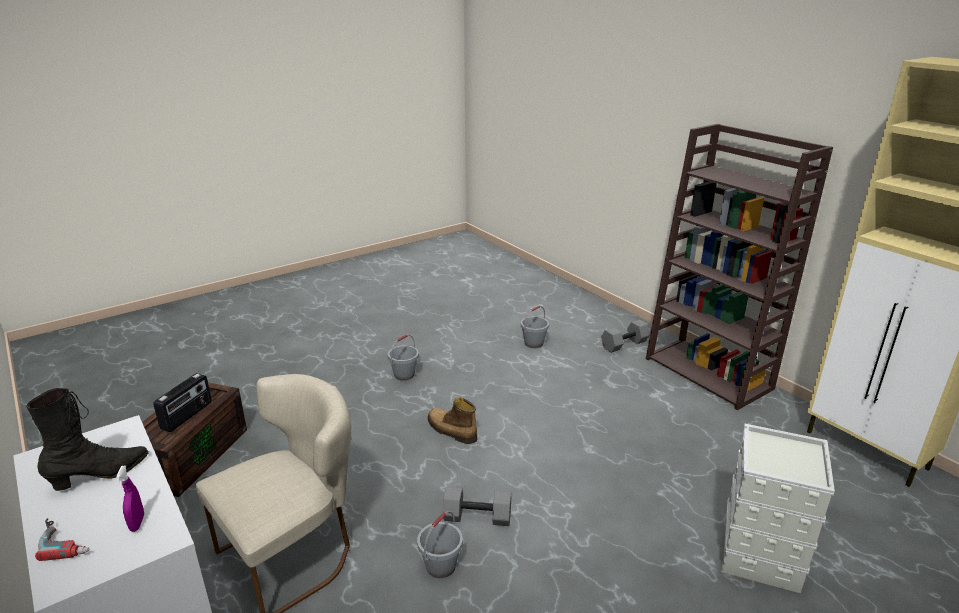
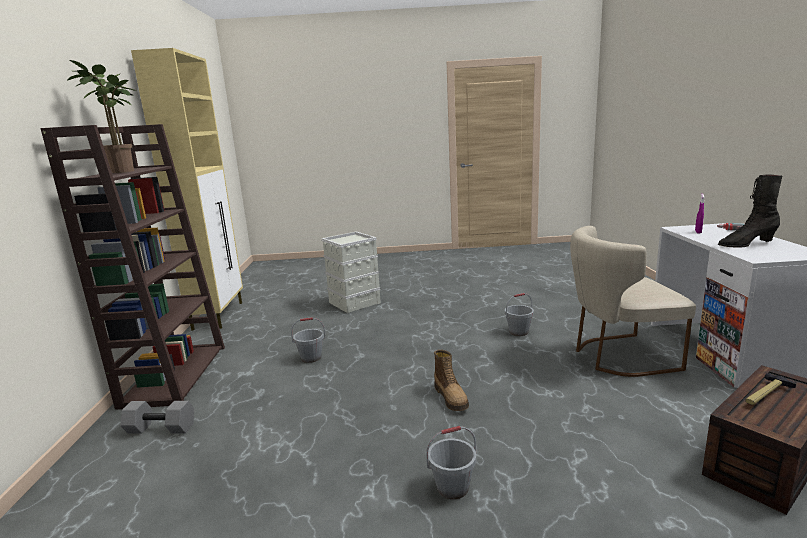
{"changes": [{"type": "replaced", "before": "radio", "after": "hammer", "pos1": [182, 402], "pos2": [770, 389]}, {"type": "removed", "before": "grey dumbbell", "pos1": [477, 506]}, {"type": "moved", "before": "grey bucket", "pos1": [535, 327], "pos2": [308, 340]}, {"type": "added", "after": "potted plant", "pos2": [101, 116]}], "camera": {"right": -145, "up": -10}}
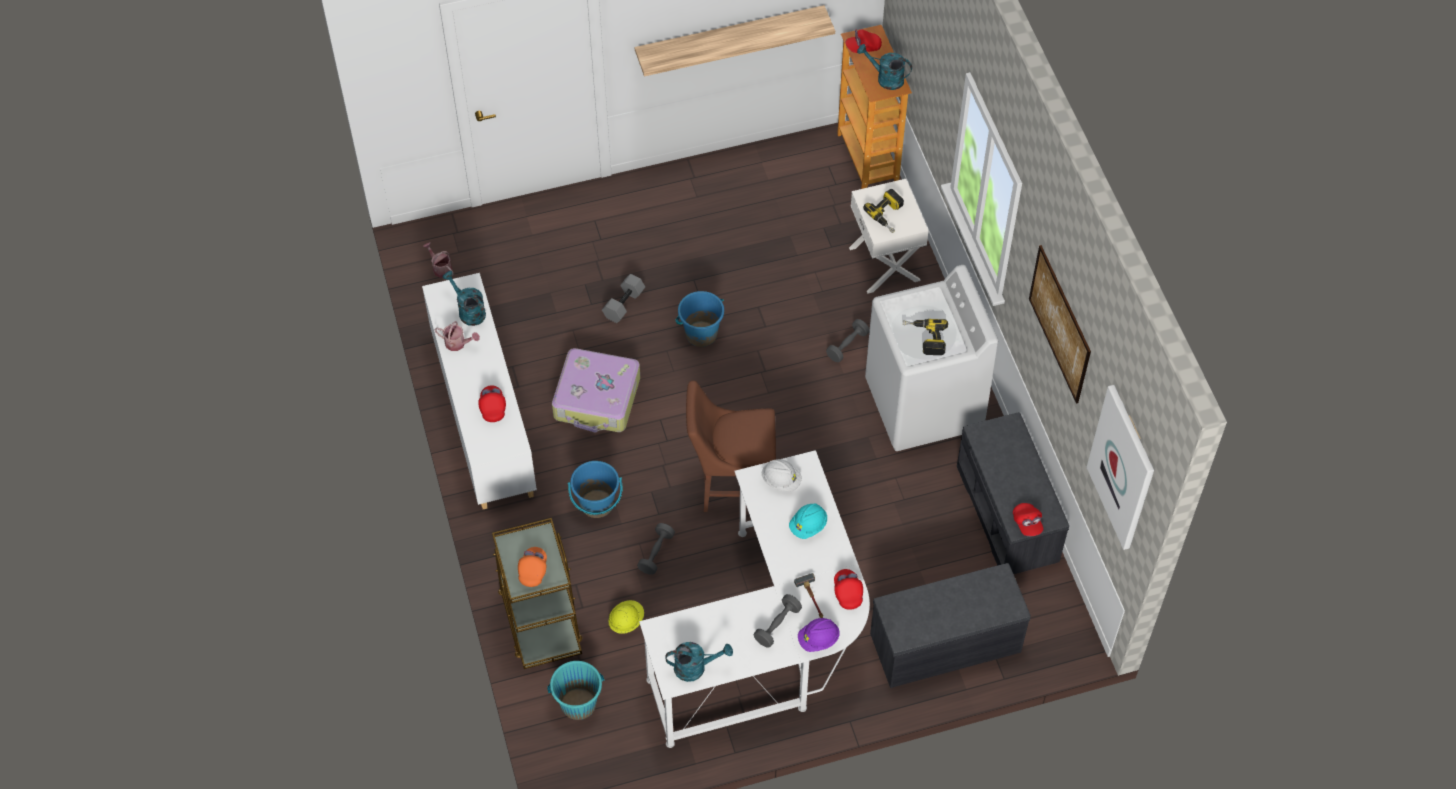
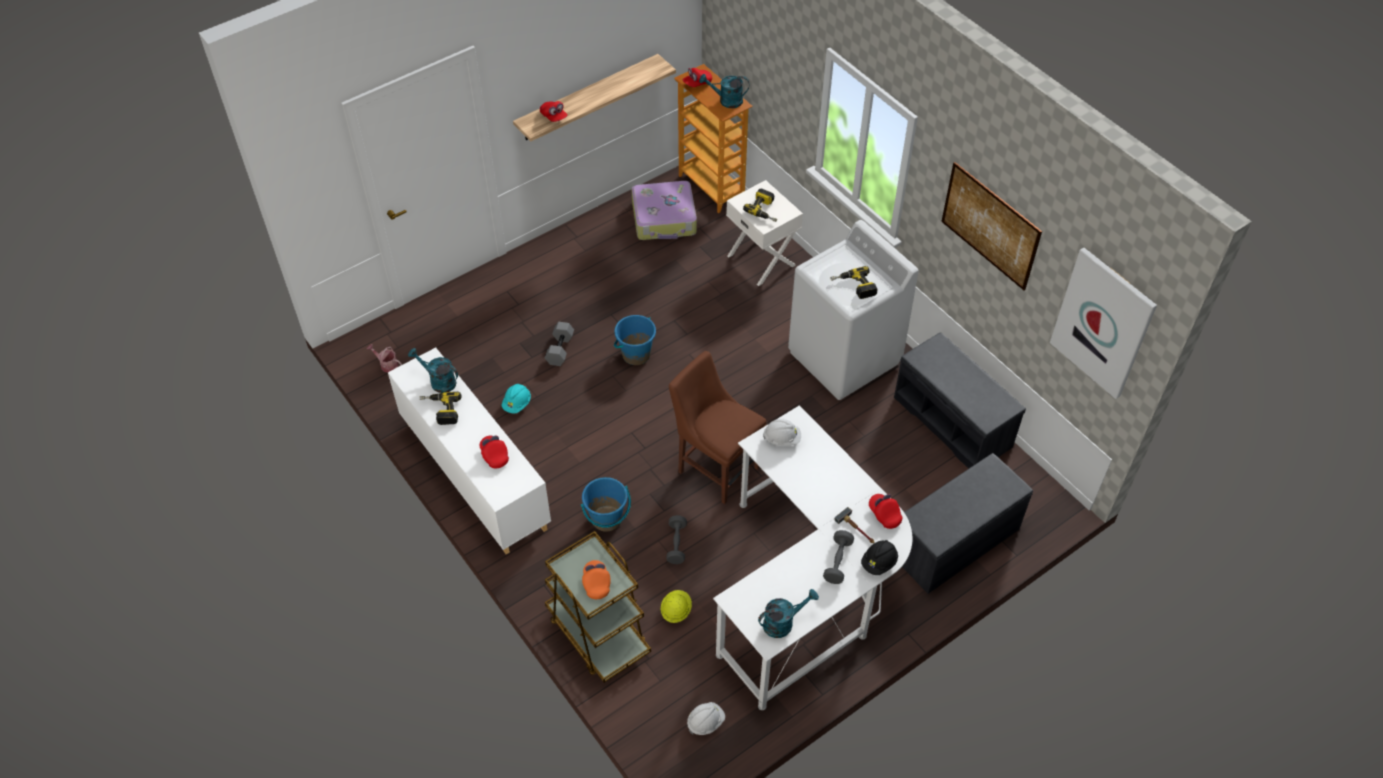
{"changes": [{"type": "replaced", "before": "watering can", "after": "power drill", "pos1": [457, 336], "pos2": [441, 408]}, {"type": "removed", "before": "turquoise bucket", "pos1": [576, 690]}, {"type": "moved", "before": "suitcase", "pos1": [596, 390], "pos2": [664, 210]}, {"type": "turned", "before": "brown chair", "pos1": [731, 446], "pos2": [718, 427], "turn": 60}, {"type": "moved", "before": "turquoise hard hat", "pos1": [808, 521], "pos2": [516, 399]}, {"type": "recoloured", "before": "purple hard hat", "after": "black hard hat", "pos1": [819, 635], "pos2": [879, 557]}, {"type": "removed", "before": "grey dumbbell", "pos1": [847, 340]}, {"type": "moved", "before": "red cap", "pos1": [1028, 519], "pos2": [554, 111]}, {"type": "added", "after": "white hard hat", "pos2": [706, 718]}], "camera": {"right": -20, "up": -5}}
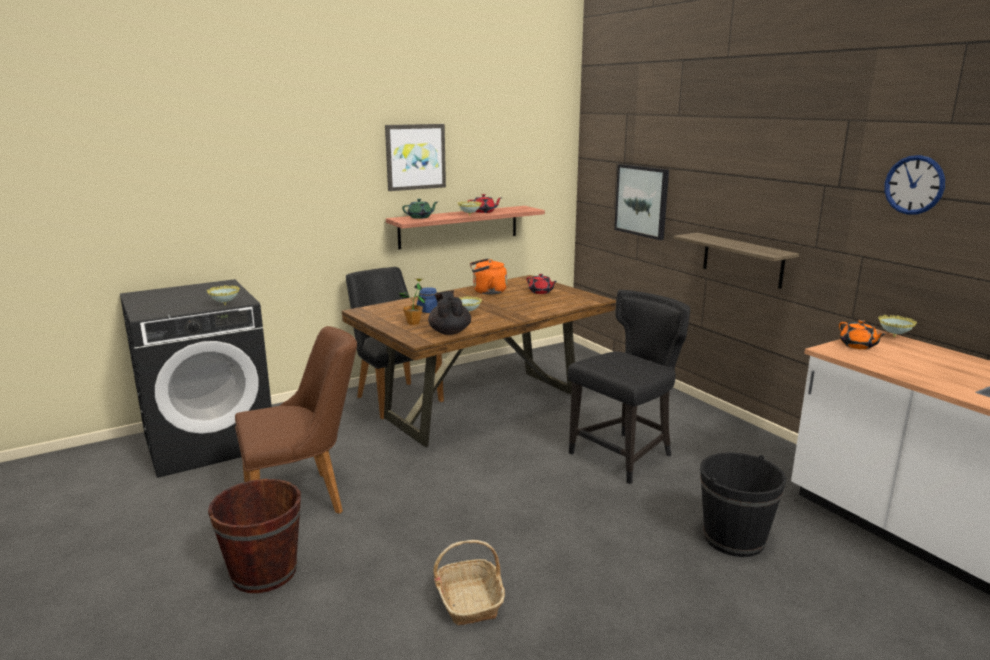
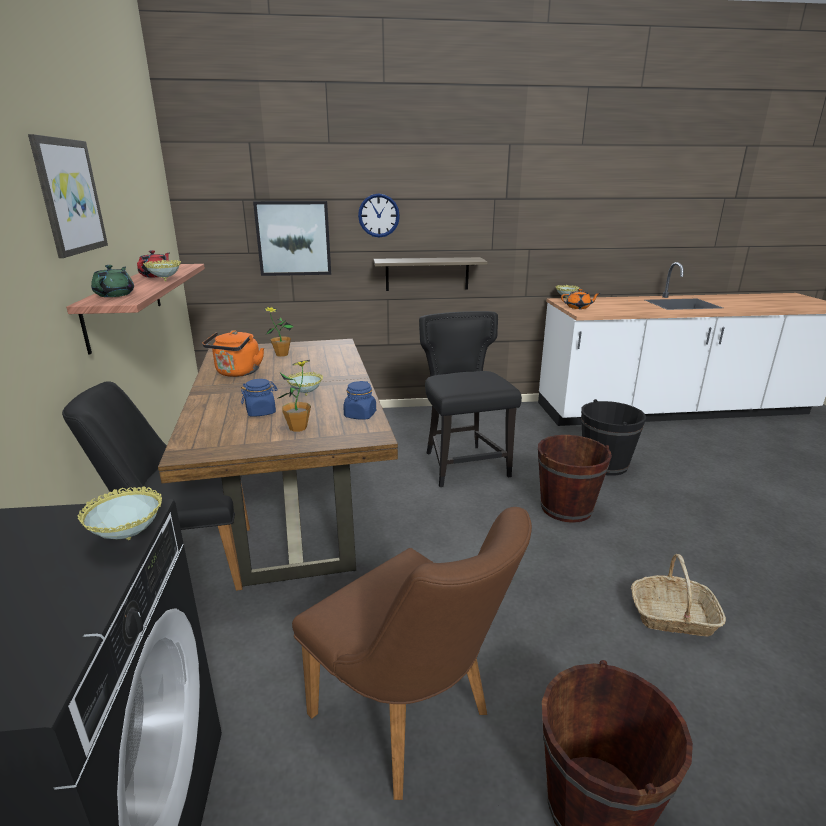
{"changes": [{"type": "turned", "before": "brown chair", "pos1": [296, 420], "pos2": [412, 653], "turn": 135}, {"type": "replaced", "before": "black teapot", "after": "blue jar", "pos1": [449, 312], "pos2": [359, 400]}, {"type": "replaced", "before": "red teapot", "after": "potted plant", "pos1": [542, 284], "pos2": [279, 332]}, {"type": "moved", "before": "wall clock", "pos1": [914, 185], "pos2": [379, 215]}, {"type": "added", "after": "brown bucket", "pos2": [575, 479]}], "camera": {"right": -65, "up": 5}}
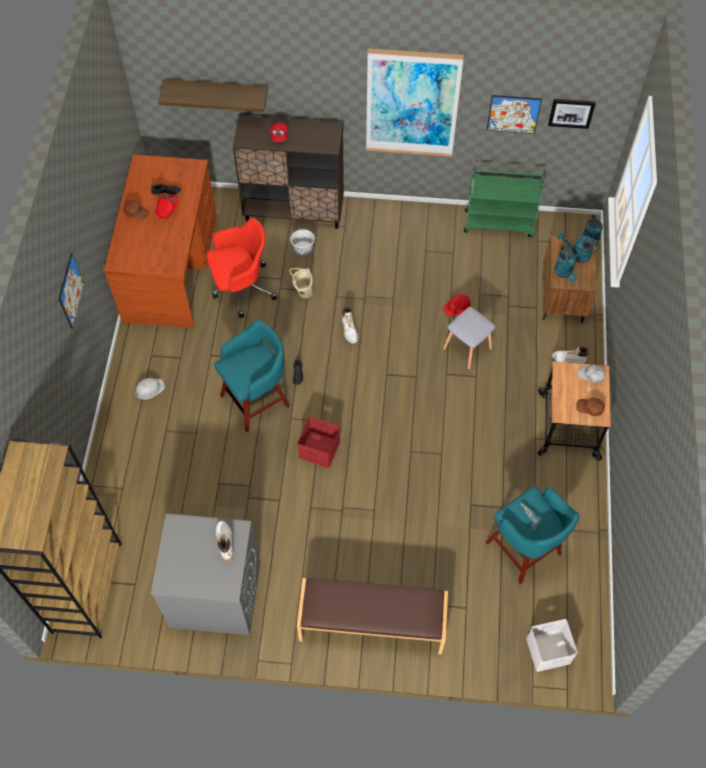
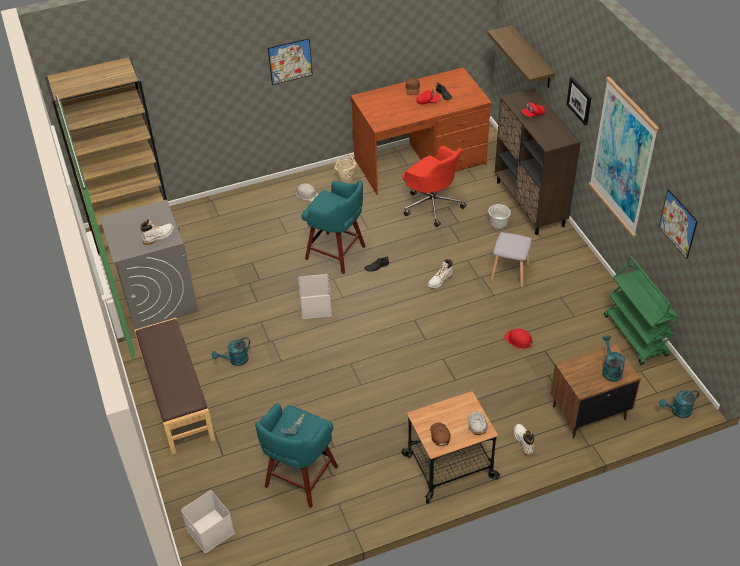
{"changes": [{"type": "moved", "before": "beige bucket", "pos1": [301, 283], "pos2": [345, 169]}, {"type": "recoloured", "before": "red storage box", "after": "white storage box", "pos1": [318, 442], "pos2": [315, 296]}, {"type": "moved", "before": "grey stool", "pos1": [469, 338], "pos2": [511, 260]}, {"type": "moved", "before": "picture", "pos1": [571, 114], "pos2": [579, 101]}, {"type": "moved", "before": "turquoise watering can", "pos1": [565, 263], "pos2": [231, 351]}], "camera": {"right": 65, "up": -15}}
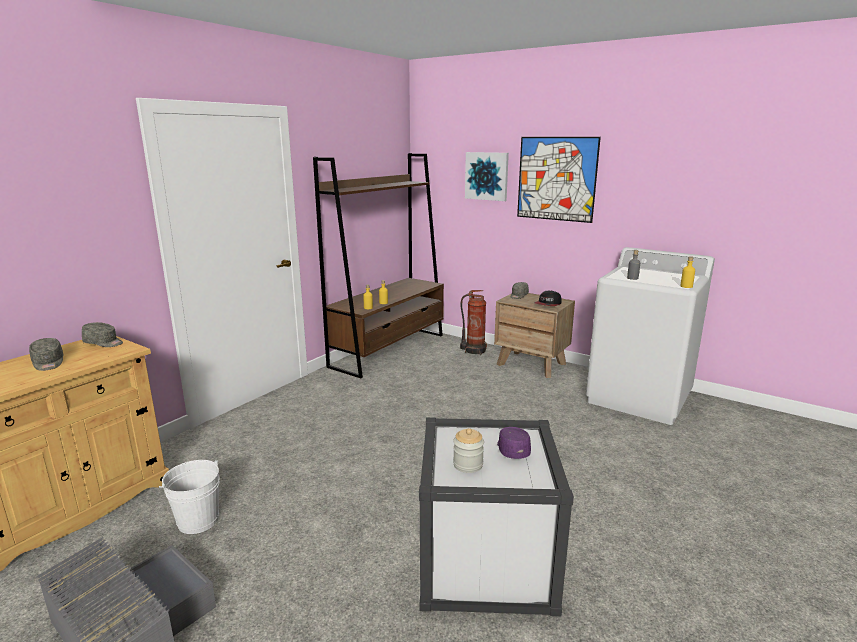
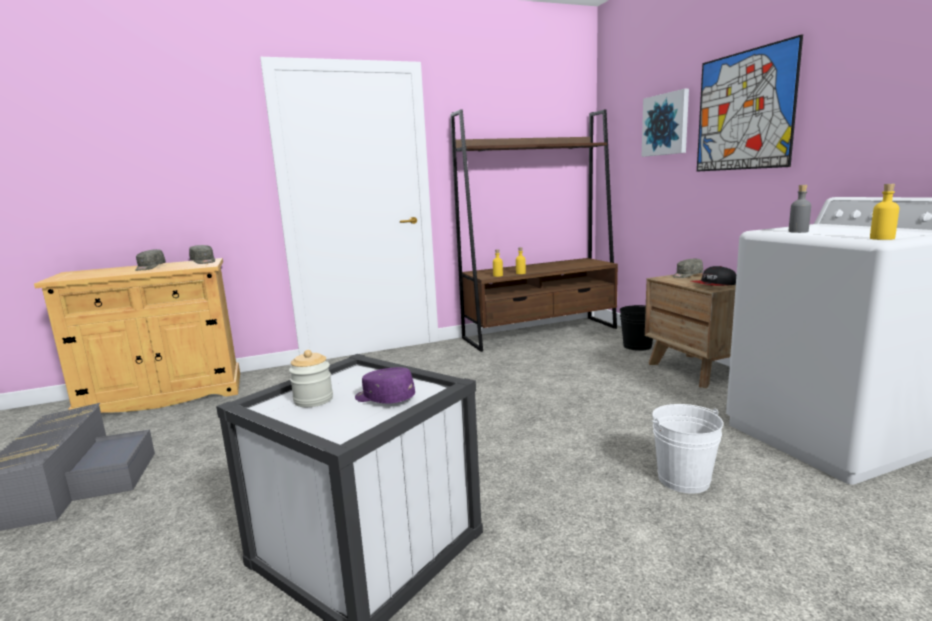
{"changes": [{"type": "moved", "before": "white bucket", "pos1": [189, 497], "pos2": [687, 449]}, {"type": "replaced", "before": "fire extinguisher", "after": "black bucket", "pos1": [473, 322], "pos2": [636, 328]}, {"type": "turned", "before": "purple cap", "pos1": [514, 443], "pos2": [385, 385], "turn": -90}], "camera": {"right": 35, "up": -5}}
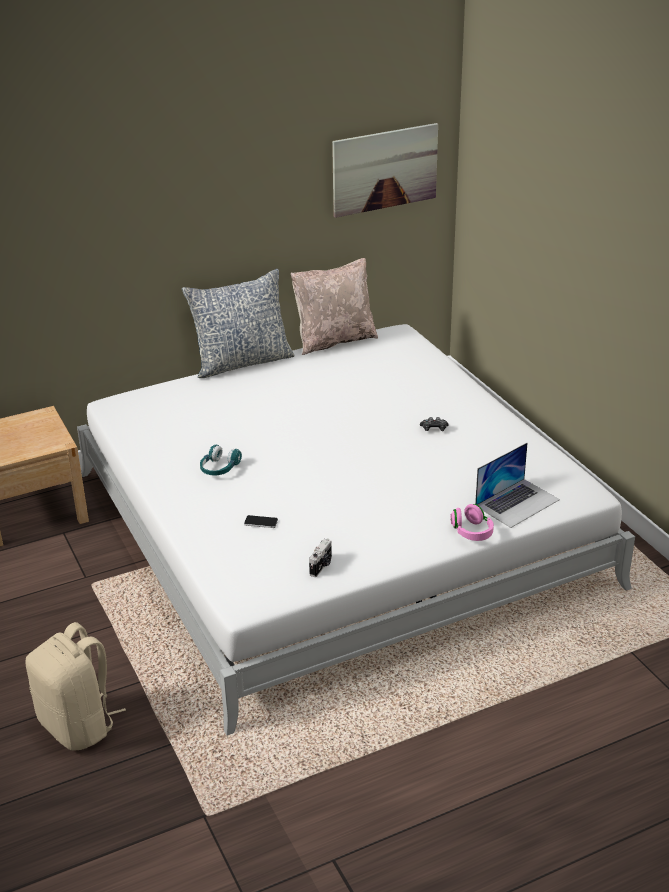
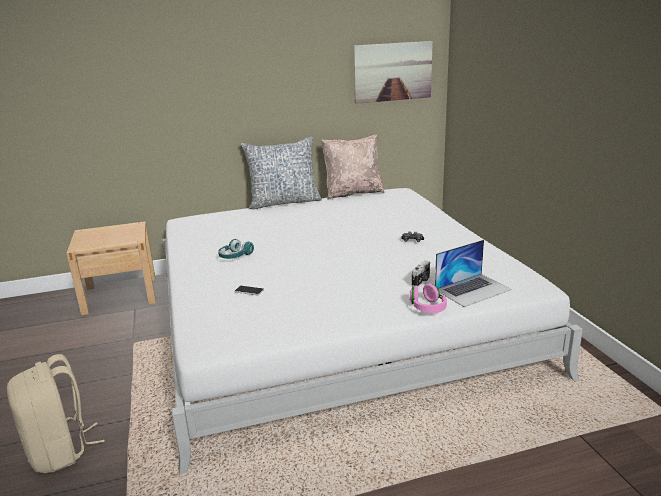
{"changes": [{"type": "moved", "before": "photo camera", "pos1": [320, 557], "pos2": [421, 273]}], "camera": {"right": 10, "up": -10}}
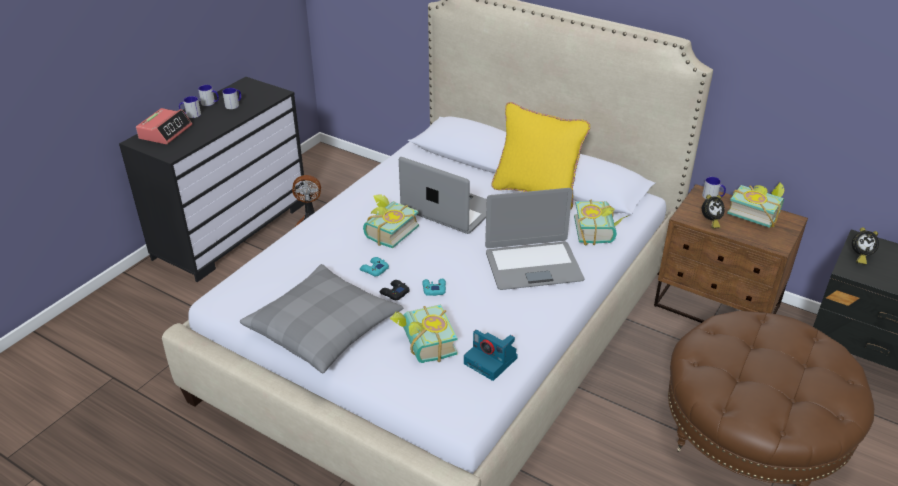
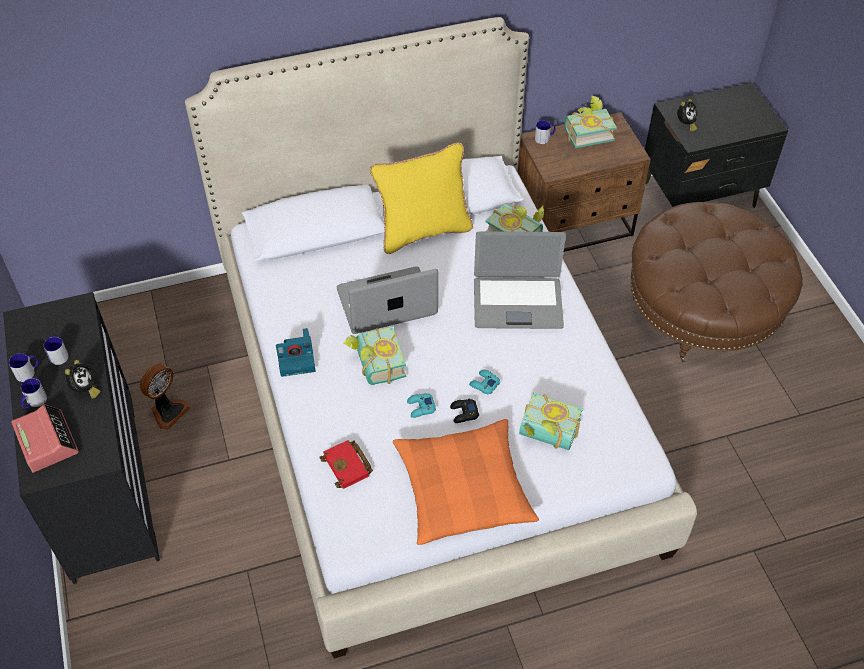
{"changes": [{"type": "recoloured", "before": "grey pillow", "after": "orange pillow", "pos1": [321, 318], "pos2": [466, 482]}, {"type": "moved", "before": "photo camera", "pos1": [491, 355], "pos2": [295, 352]}, {"type": "turned", "before": "laptop", "pos1": [534, 239], "pos2": [520, 280], "turn": 60}, {"type": "moved", "before": "alarm clock", "pos1": [713, 211], "pos2": [82, 379]}, {"type": "added", "after": "red book", "pos2": [346, 464]}], "camera": {"right": -50, "up": 15}}
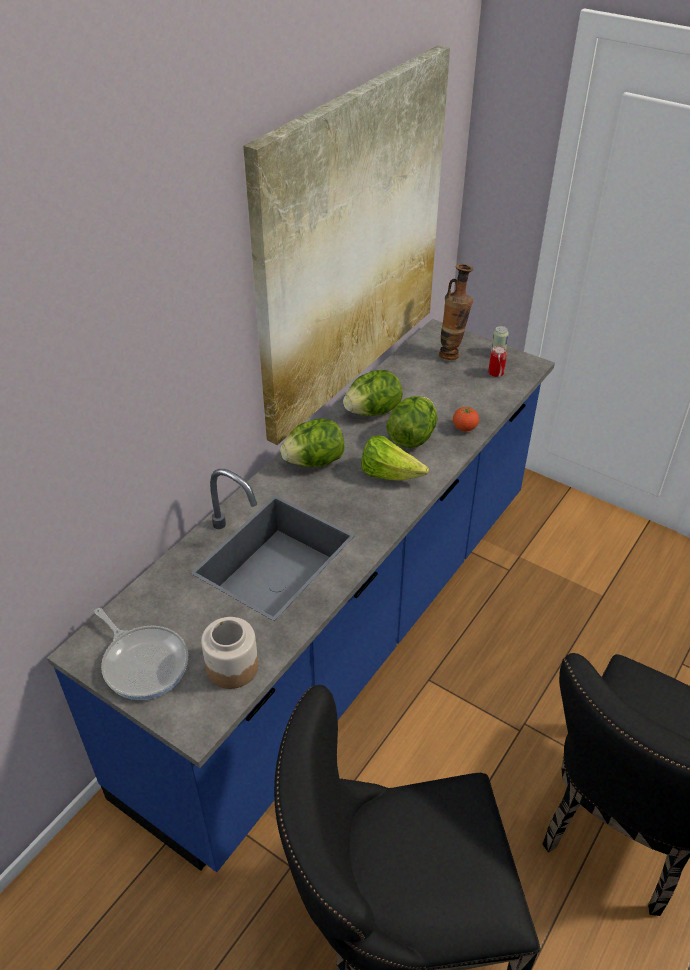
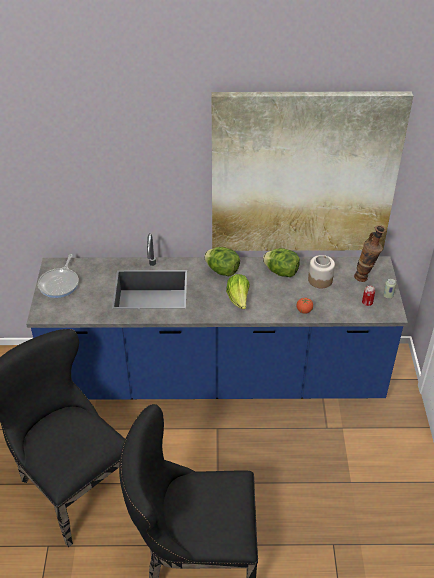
{"changes": [{"type": "moved", "before": "jar", "pos1": [229, 653], "pos2": [321, 271]}, {"type": "removed", "before": "lettuce", "pos1": [411, 422]}], "camera": {"right": 55, "up": 0}}
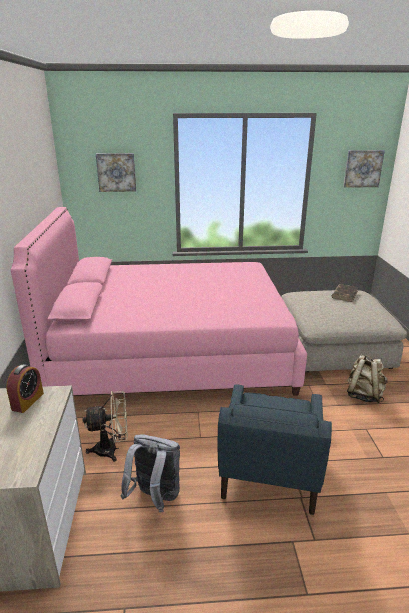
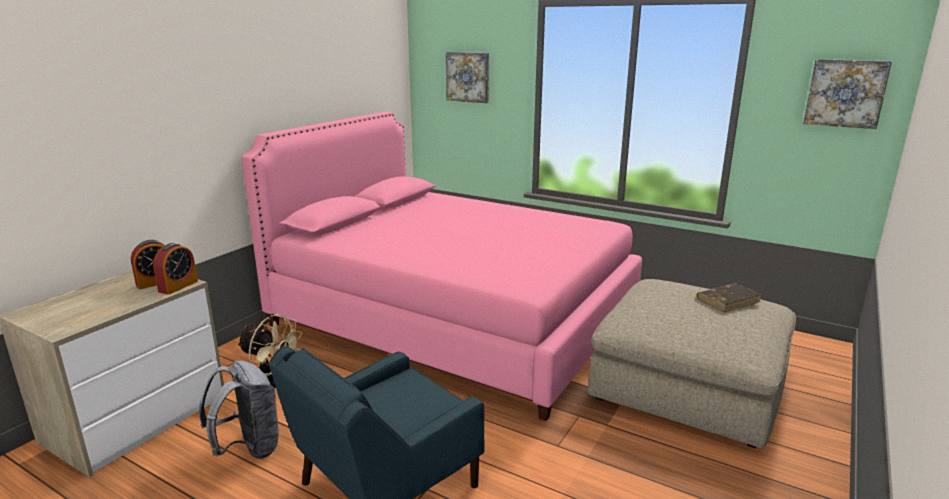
{"changes": [{"type": "removed", "before": "beige backpack", "pos1": [367, 378]}, {"type": "added", "after": "alarm clock", "pos2": [175, 269]}], "camera": {"right": 35, "up": -5}}
